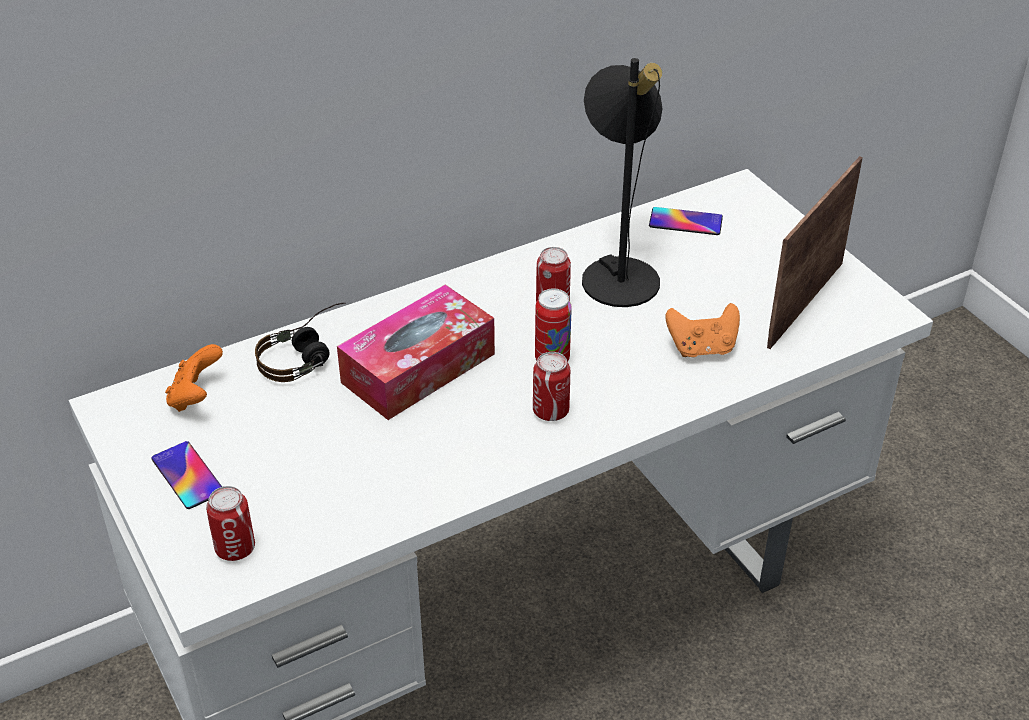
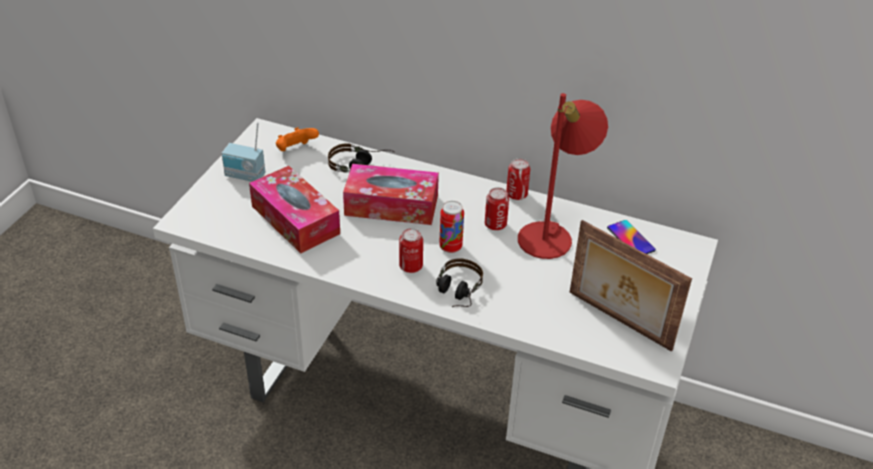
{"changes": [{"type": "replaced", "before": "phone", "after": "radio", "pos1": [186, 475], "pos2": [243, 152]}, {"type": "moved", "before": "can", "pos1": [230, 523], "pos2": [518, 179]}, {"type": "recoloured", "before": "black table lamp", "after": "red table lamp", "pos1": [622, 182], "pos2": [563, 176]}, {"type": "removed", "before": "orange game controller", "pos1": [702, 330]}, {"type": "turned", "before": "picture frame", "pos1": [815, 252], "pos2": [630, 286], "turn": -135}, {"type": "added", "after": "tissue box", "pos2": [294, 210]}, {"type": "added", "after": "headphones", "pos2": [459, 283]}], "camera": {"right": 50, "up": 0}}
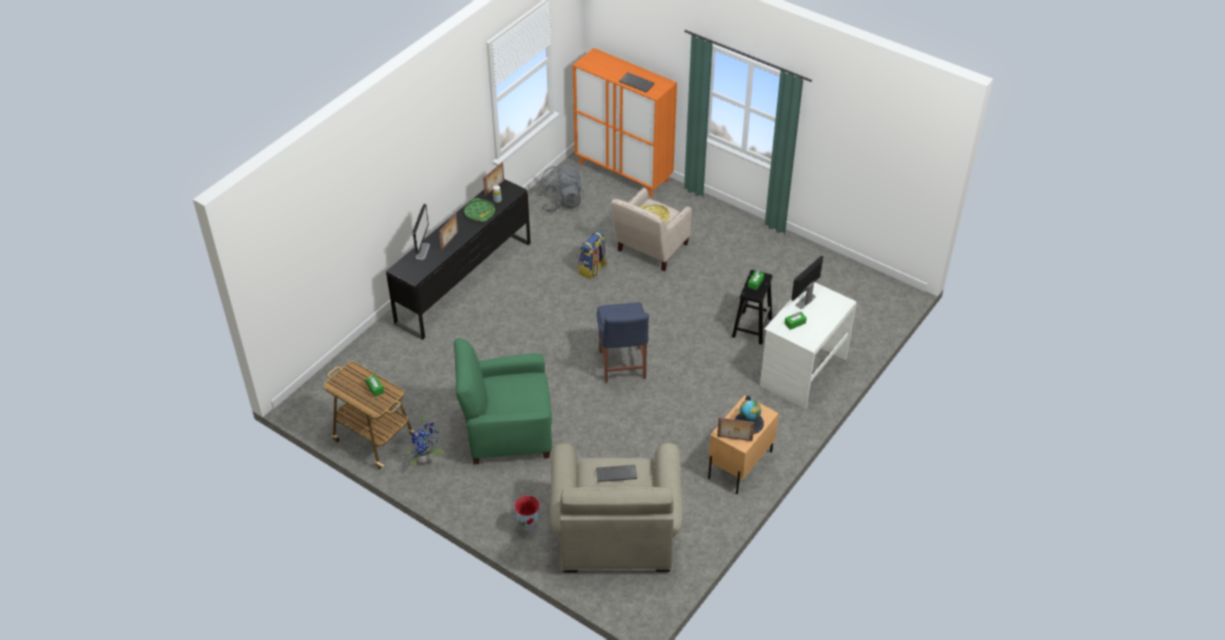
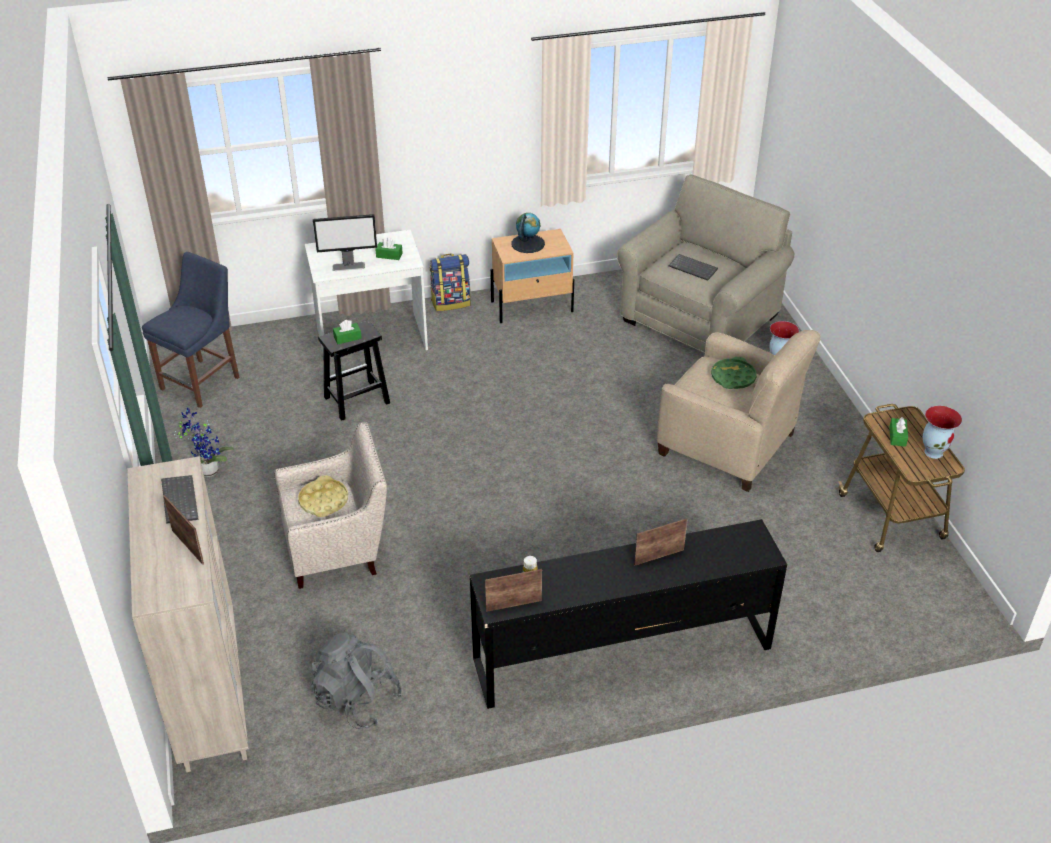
{"changes": [{"type": "moved", "before": "potted plant", "pos1": [424, 439], "pos2": [204, 442]}, {"type": "removed", "before": "monitor", "pos1": [421, 232]}, {"type": "recoloured", "before": "green armchair", "after": "beige armchair", "pos1": [503, 401], "pos2": [738, 411]}, {"type": "moved", "before": "green tray", "pos1": [479, 210], "pos2": [734, 373]}, {"type": "recoloured", "before": "orange cabinet", "after": "beige cabinet", "pos1": [625, 122], "pos2": [188, 614]}, {"type": "moved", "before": "backpack", "pos1": [592, 255], "pos2": [450, 282]}, {"type": "moved", "before": "blue chair", "pos1": [623, 342], "pos2": [190, 330]}, {"type": "moved", "before": "picture frame", "pos1": [736, 429], "pos2": [183, 530]}, {"type": "added", "after": "vase", "pos2": [942, 432]}], "camera": {"right": -140, "up": -5}}
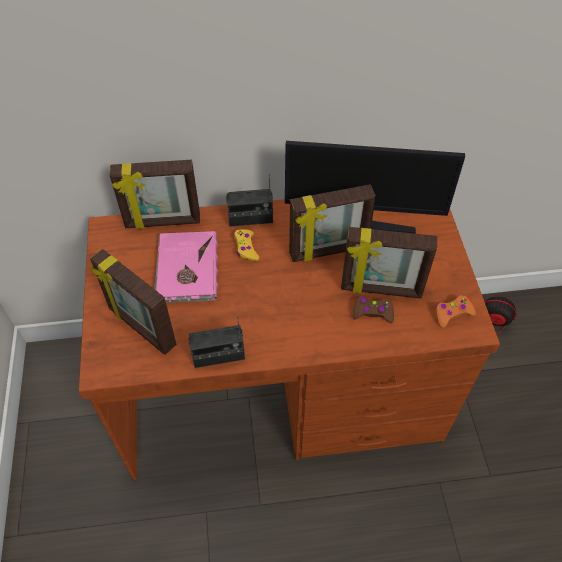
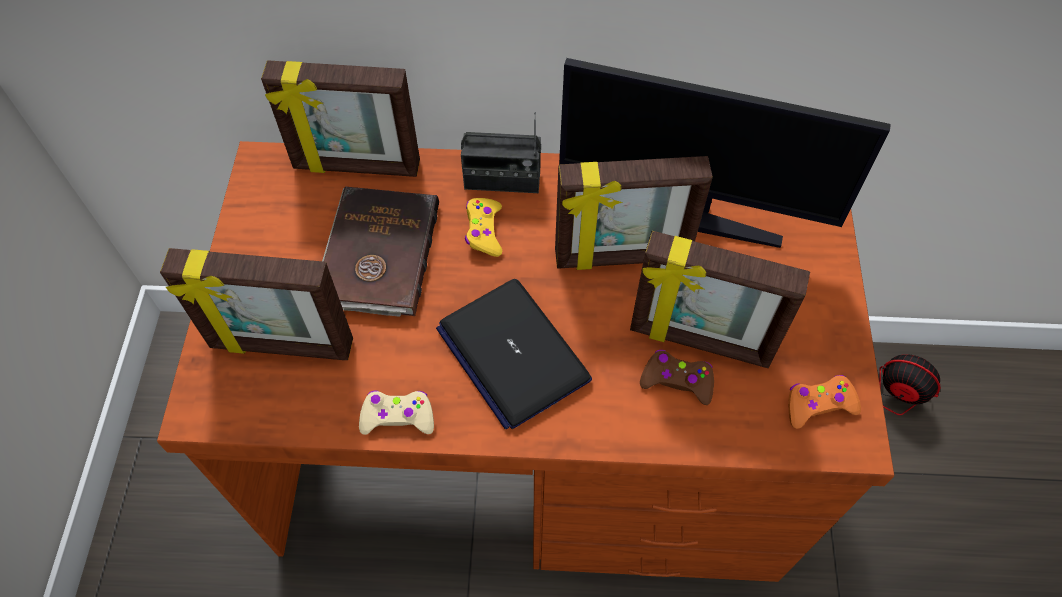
{"changes": [{"type": "turned", "before": "picture frame", "pos1": [133, 302], "pos2": [256, 304], "turn": -45}, {"type": "recoloured", "before": "pink book", "after": "brown book", "pos1": [186, 267], "pos2": [380, 252]}, {"type": "replaced", "before": "radio", "after": "beige game controller", "pos1": [216, 342], "pos2": [396, 412]}, {"type": "added", "after": "laptop", "pos2": [514, 354]}], "camera": {"right": 10, "up": 5}}
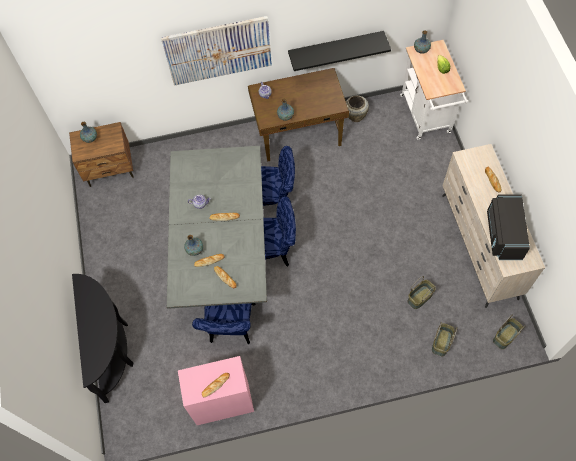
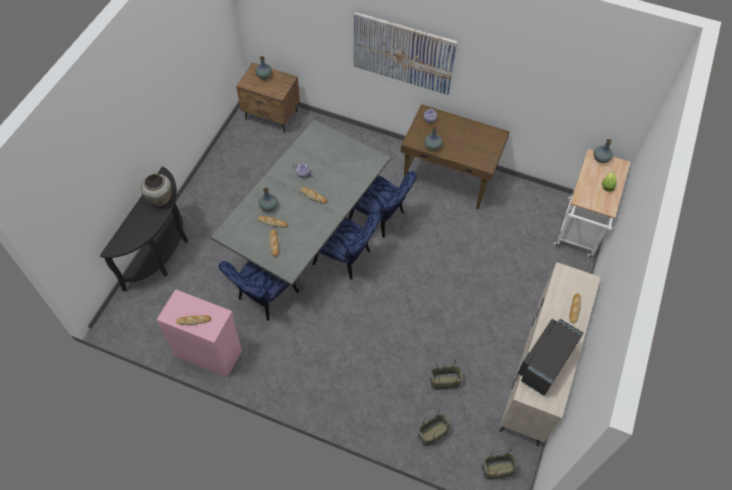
{"changes": [{"type": "removed", "before": "black shelf", "pos1": [339, 51]}, {"type": "moved", "before": "beige vase", "pos1": [357, 108], "pos2": [156, 190]}], "camera": {"right": 30, "up": -5}}
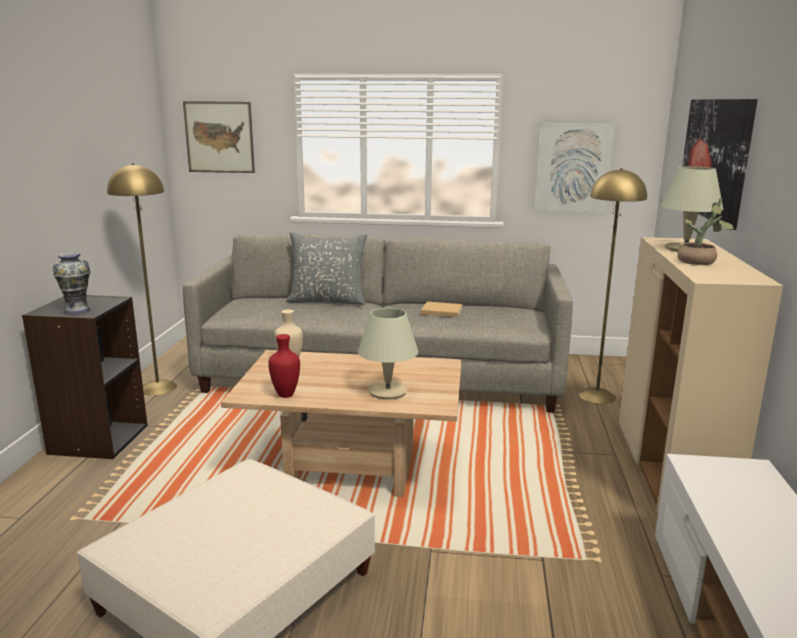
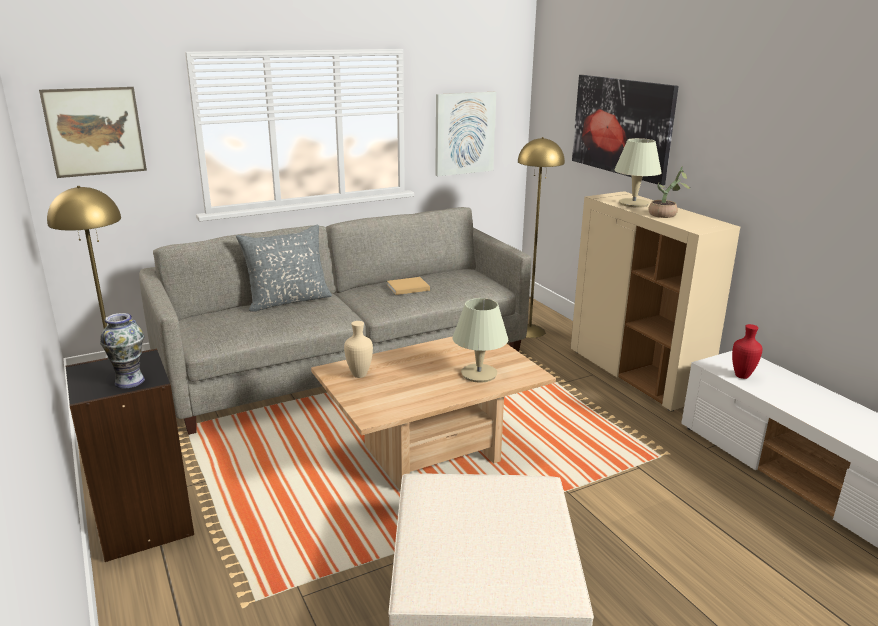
{"changes": [{"type": "moved", "before": "red vase", "pos1": [284, 366], "pos2": [747, 351]}], "camera": {"right": -35, "up": 5}}
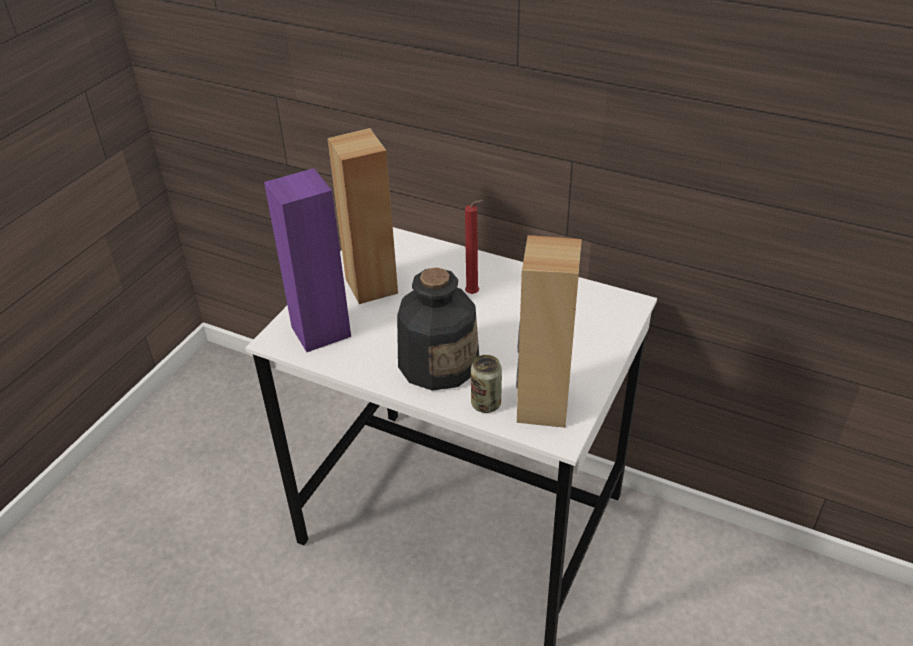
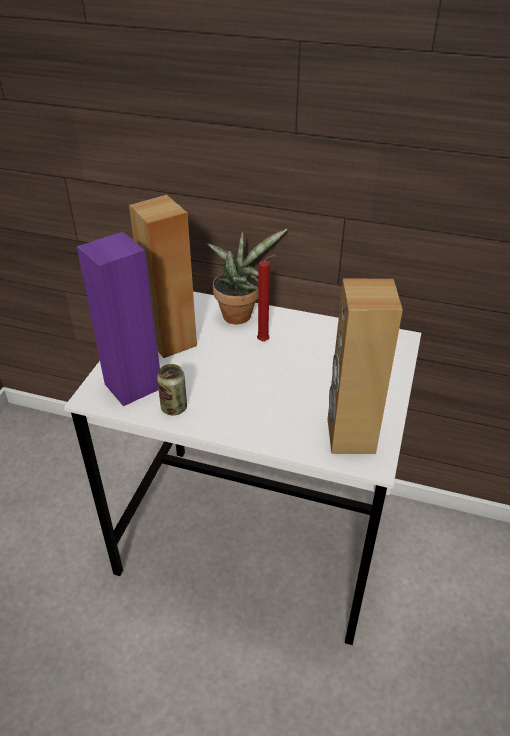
{"changes": [{"type": "removed", "before": "bottle", "pos1": [438, 329]}, {"type": "moved", "before": "can", "pos1": [486, 384], "pos2": [172, 389]}, {"type": "added", "after": "potted plant", "pos2": [247, 276]}], "camera": {"right": -10, "up": 0}}
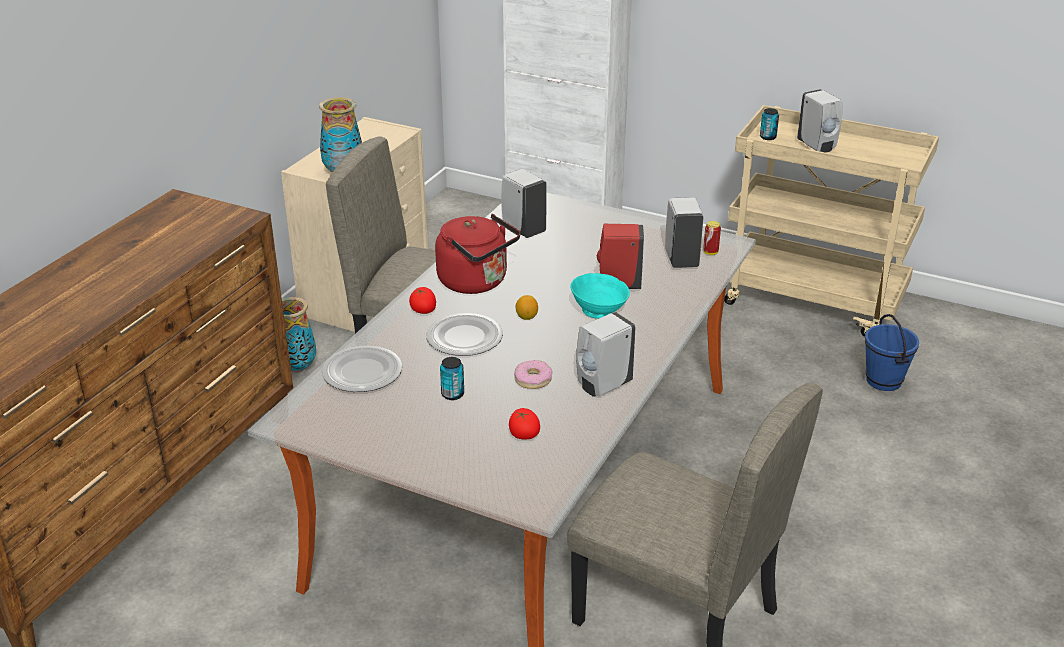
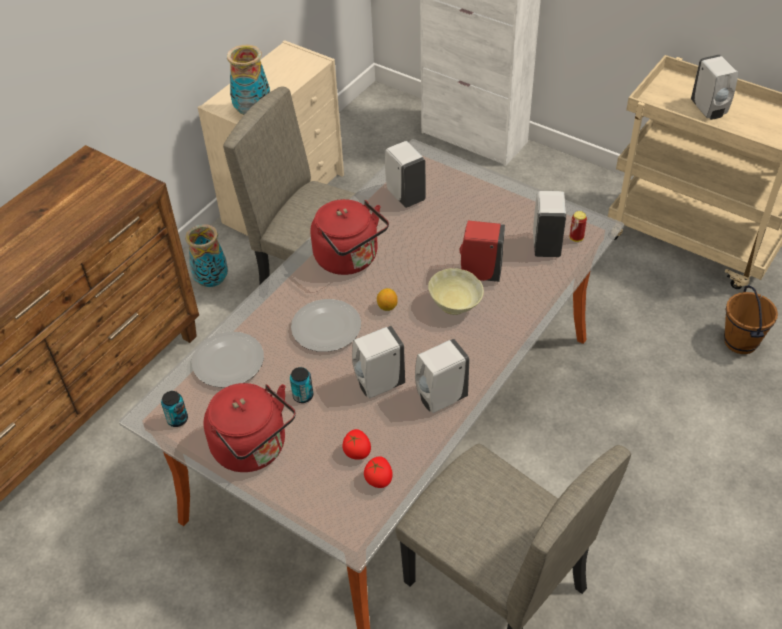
{"changes": [{"type": "moved", "before": "tomato", "pos1": [422, 300], "pos2": [378, 472]}, {"type": "replaced", "before": "donut", "after": "white soap dispenser", "pos1": [533, 374], "pos2": [378, 362]}, {"type": "recoloured", "before": "turquoise bowl", "after": "beige bowl", "pos1": [600, 296], "pos2": [456, 291]}, {"type": "moved", "before": "can", "pos1": [769, 124], "pos2": [174, 409]}, {"type": "recoloured", "before": "blue bucket", "after": "brown bucket", "pos1": [892, 352], "pos2": [751, 319]}, {"type": "added", "after": "red kettle", "pos2": [249, 427]}], "camera": {"right": 10, "up": 15}}
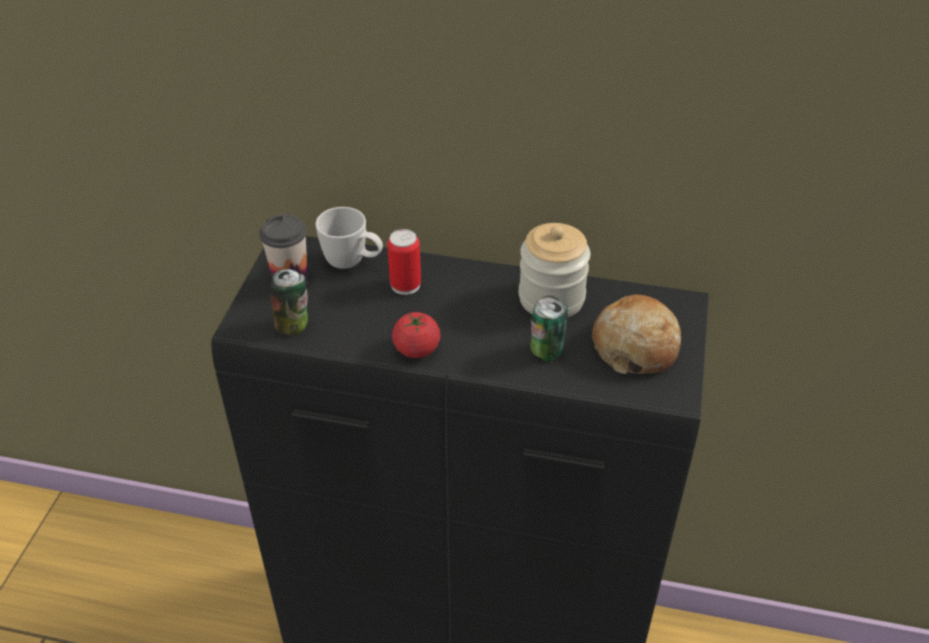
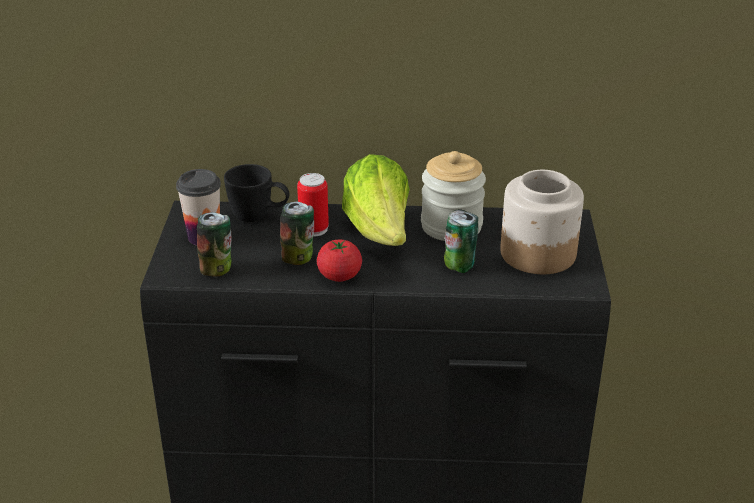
{"changes": [{"type": "recoloured", "before": "white mug", "after": "black mug", "pos1": [349, 238], "pos2": [256, 193]}, {"type": "replaced", "before": "bread", "after": "jar", "pos1": [636, 334], "pos2": [542, 222]}, {"type": "added", "after": "can", "pos2": [297, 233]}, {"type": "added", "after": "lettuce", "pos2": [376, 200]}], "camera": {"right": -10, "up": -10}}
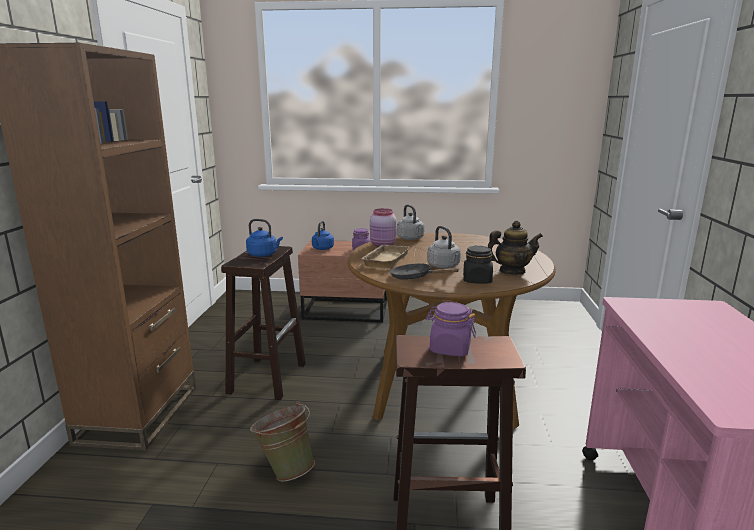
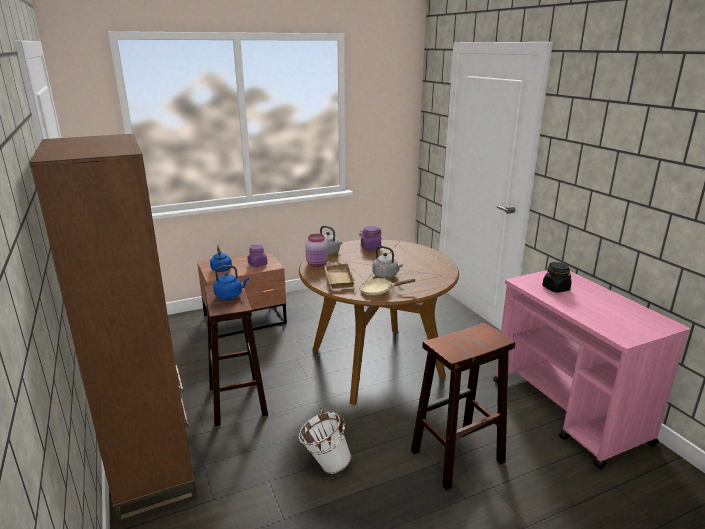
{"changes": [{"type": "recoloured", "before": "green bucket", "after": "white bucket", "pos1": [282, 441], "pos2": [325, 442]}, {"type": "recoloured", "before": "black frying pan", "after": "beige frying pan", "pos1": [425, 271], "pos2": [387, 286]}, {"type": "moved", "before": "purple jar", "pos1": [451, 329], "pos2": [370, 239]}, {"type": "moved", "before": "black jar", "pos1": [478, 265], "pos2": [556, 277]}, {"type": "removed", "before": "teapot", "pos1": [515, 247]}], "camera": {"right": -30, "up": 5}}
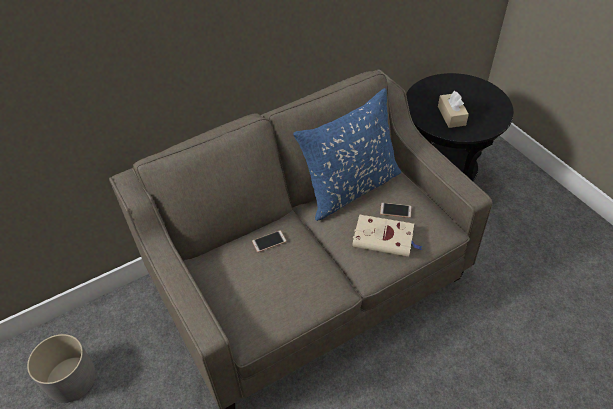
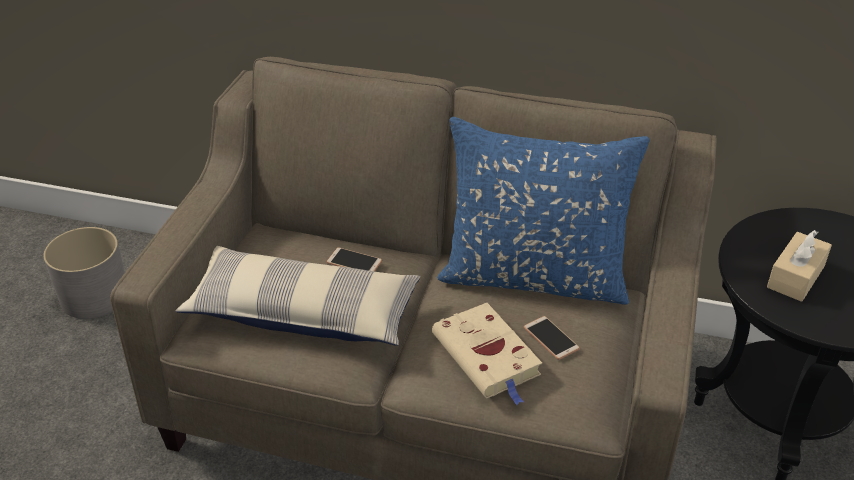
{"changes": [{"type": "added", "after": "pillow", "pos2": [297, 296]}], "camera": {"right": 45, "up": -10}}
